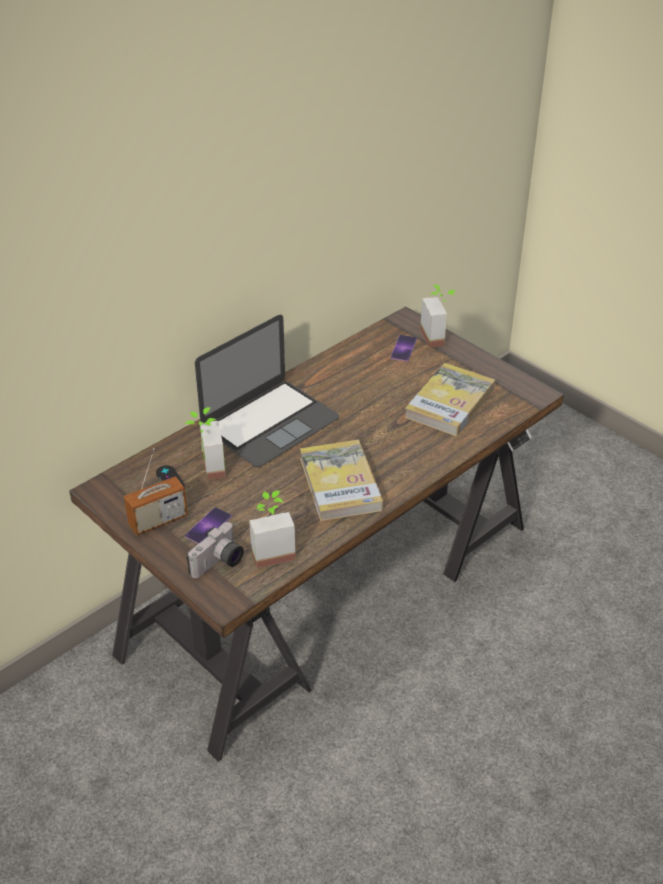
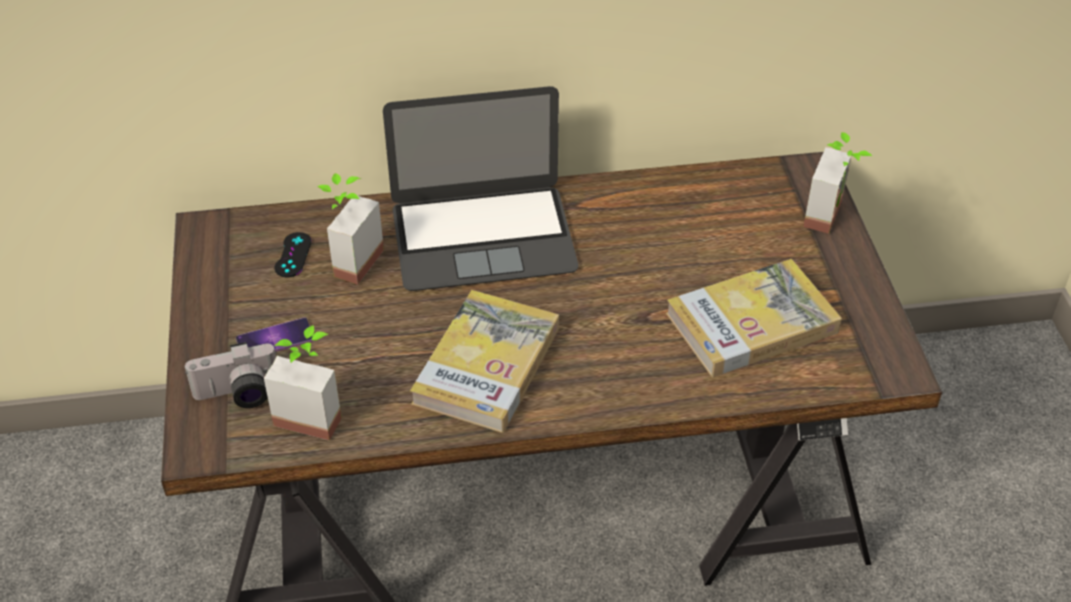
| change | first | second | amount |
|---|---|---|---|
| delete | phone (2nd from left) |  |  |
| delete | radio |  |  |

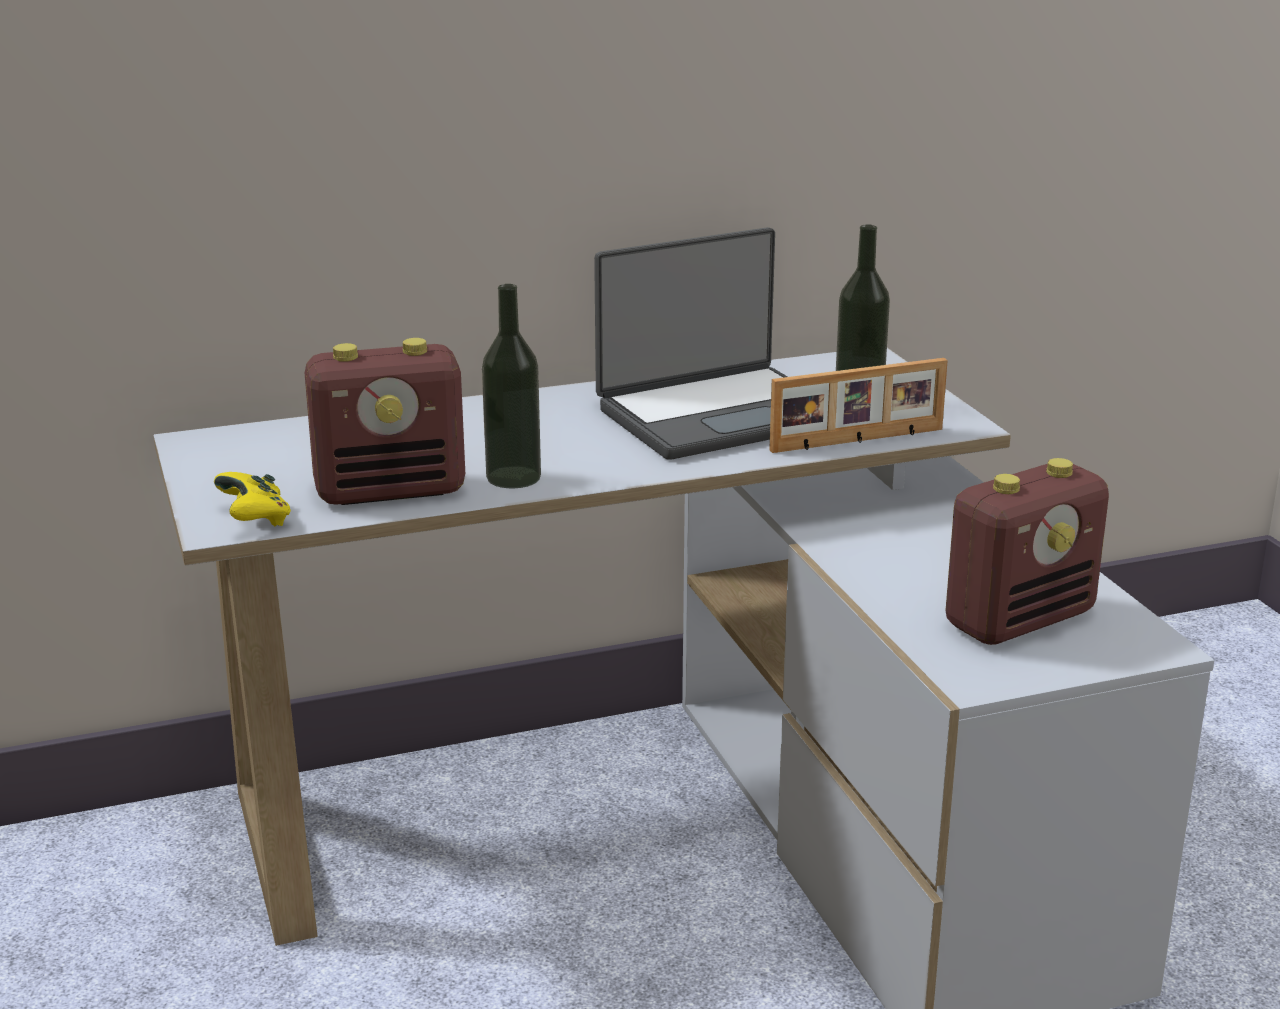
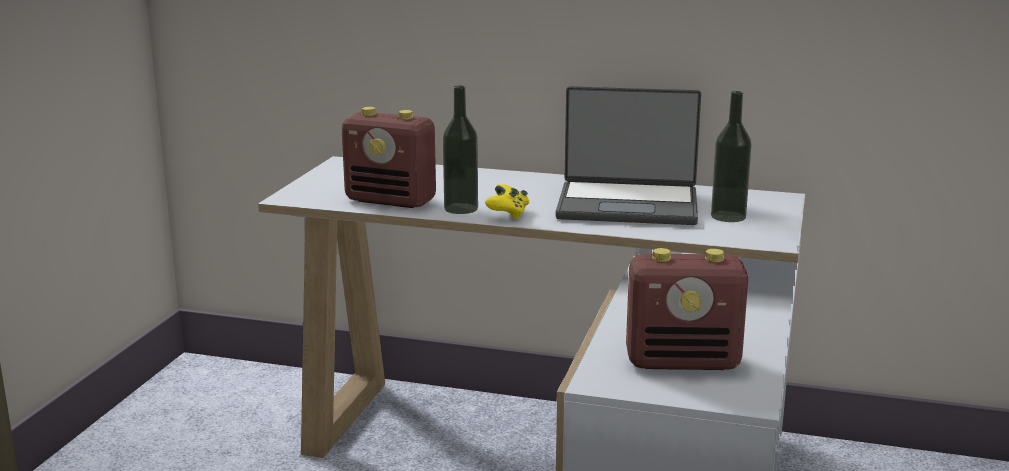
| change | first | second | amount |
|---|---|---|---|
| delete | picture frame |  |  |
| move | game controller (yellow) |  |  |

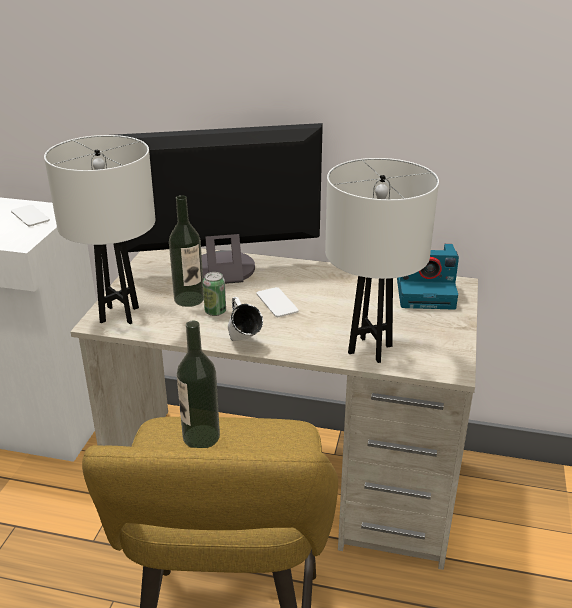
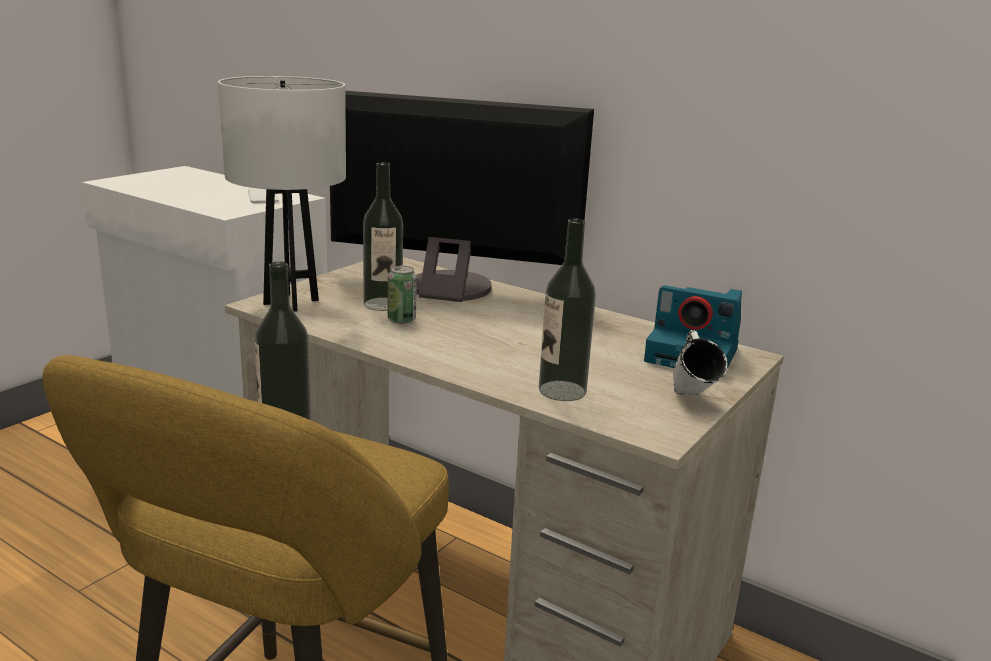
| change | first | second | amount |
|---|---|---|---|
| replace | table lamp (white) (2nd from left) | bottle (3rd from left) |  |
| delete | phone (2nd from left) |  |  |
| move | mug (white) |  |  |

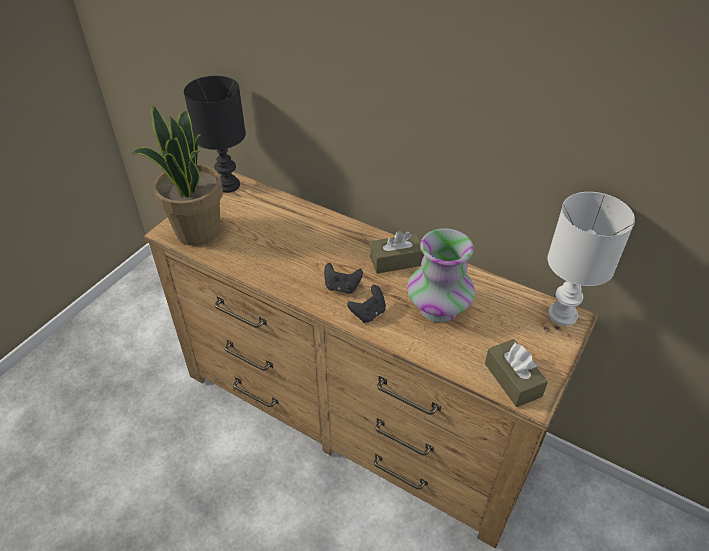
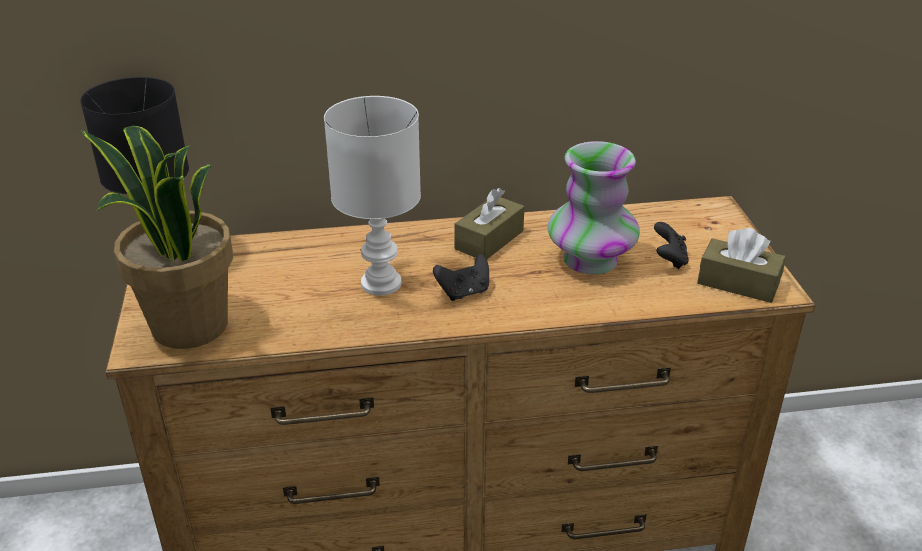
| change | first | second | amount |
|---|---|---|---|
| move | table lamp (white) |  |  |
| move | game controller (black) (2nd from left) |  |  |

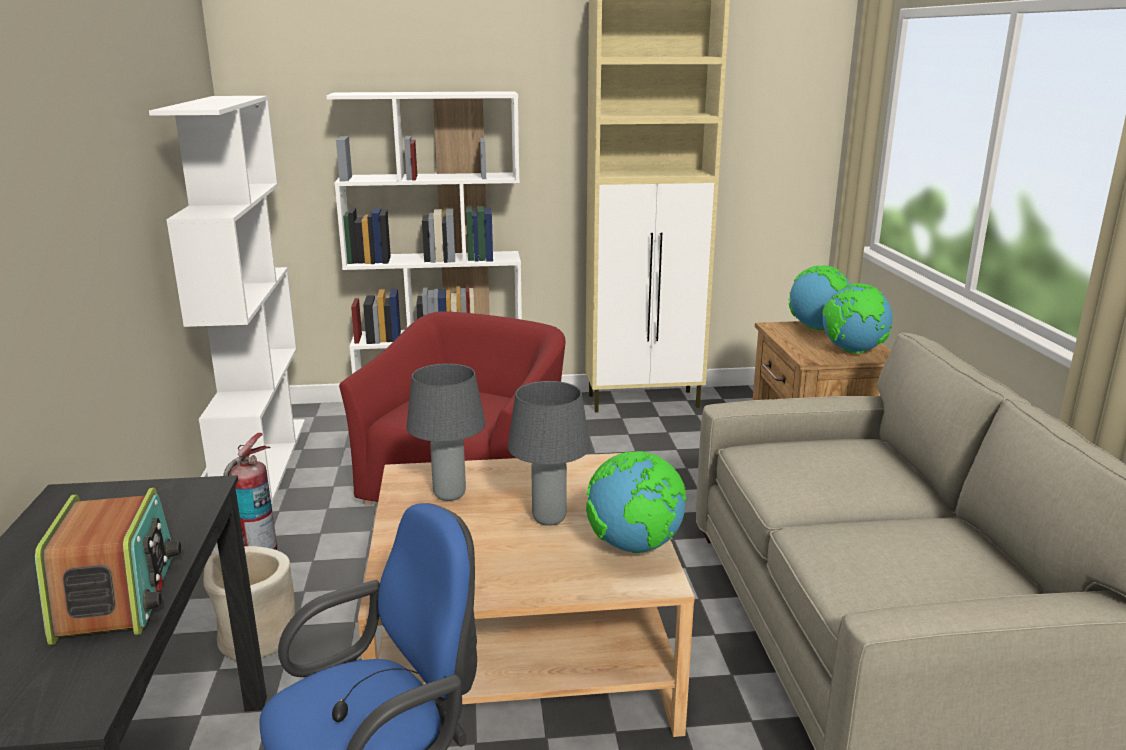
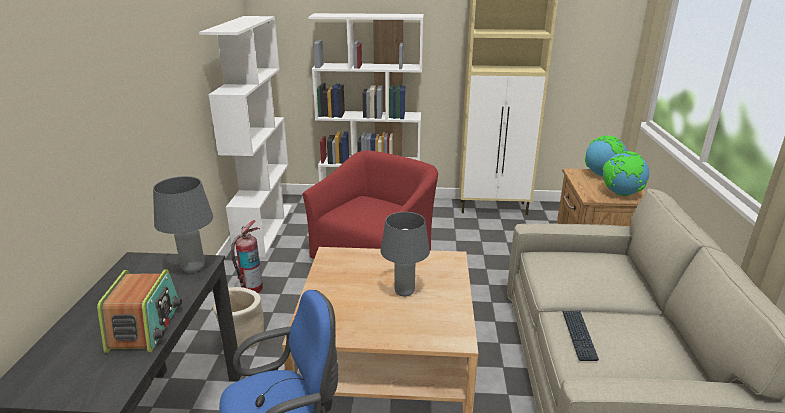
| change | first | second | amount |
|---|---|---|---|
| move | table lamp (grey) (1st from left) |  |  |
| delete | globe (1st from left) |  |  |
| insert |  | keyboard |  |

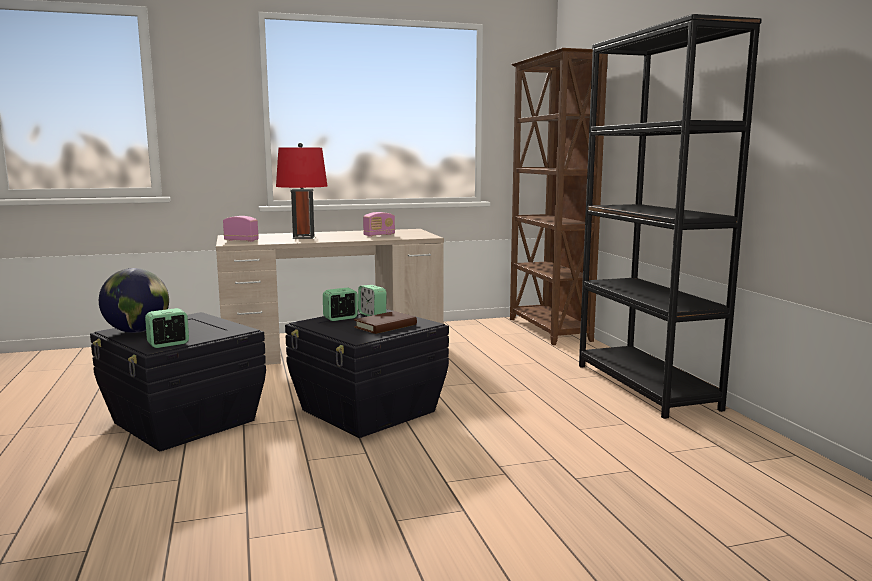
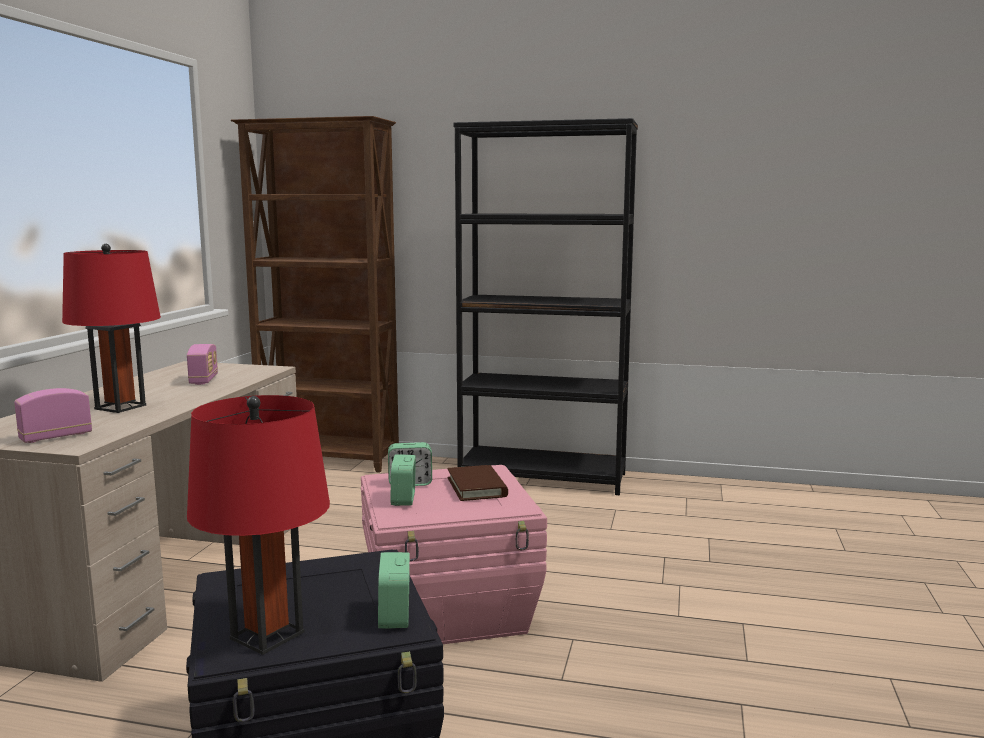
| change | first | second | amount |
|---|---|---|---|
| replace | globe | table lamp (red) (2nd from left) |  |
| recolor | storage box (black) (2nd from left) | storage box (pink) |  |

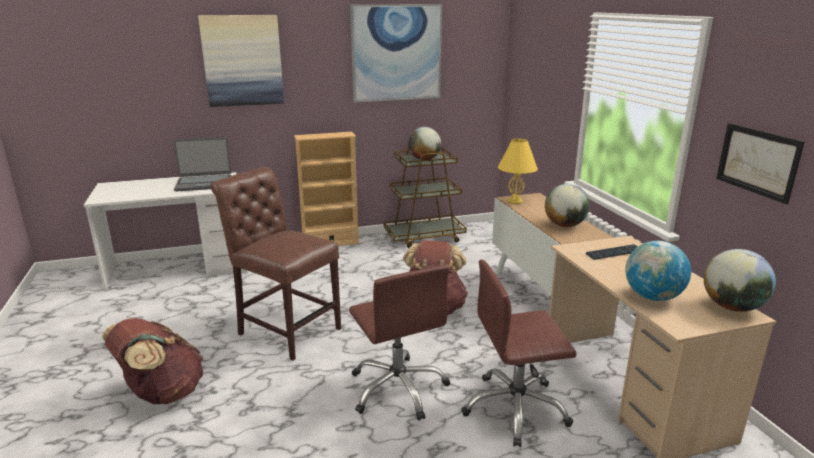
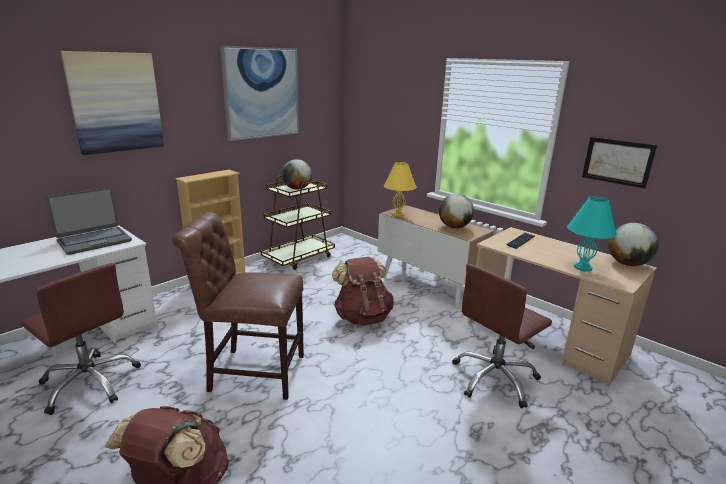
| change | first | second | amount |
|---|---|---|---|
| replace | globe (3rd from left) | table lamp (turquoise) |  |
| move | office chair (brown) (1st from left) |  |  |

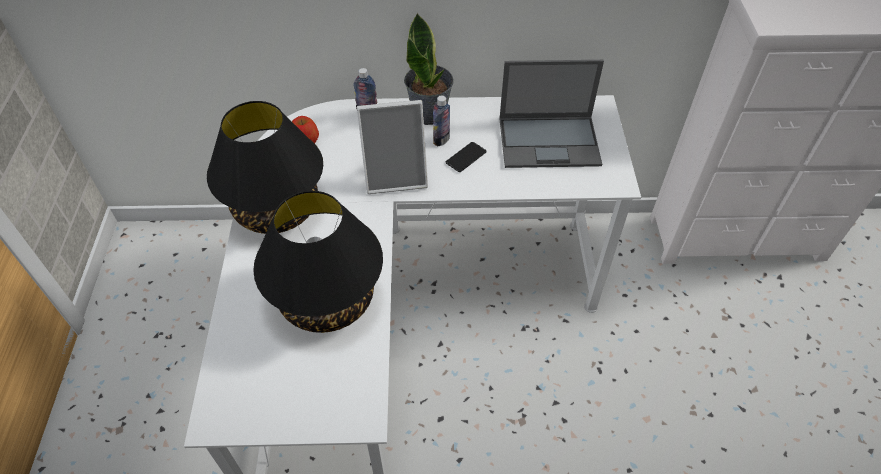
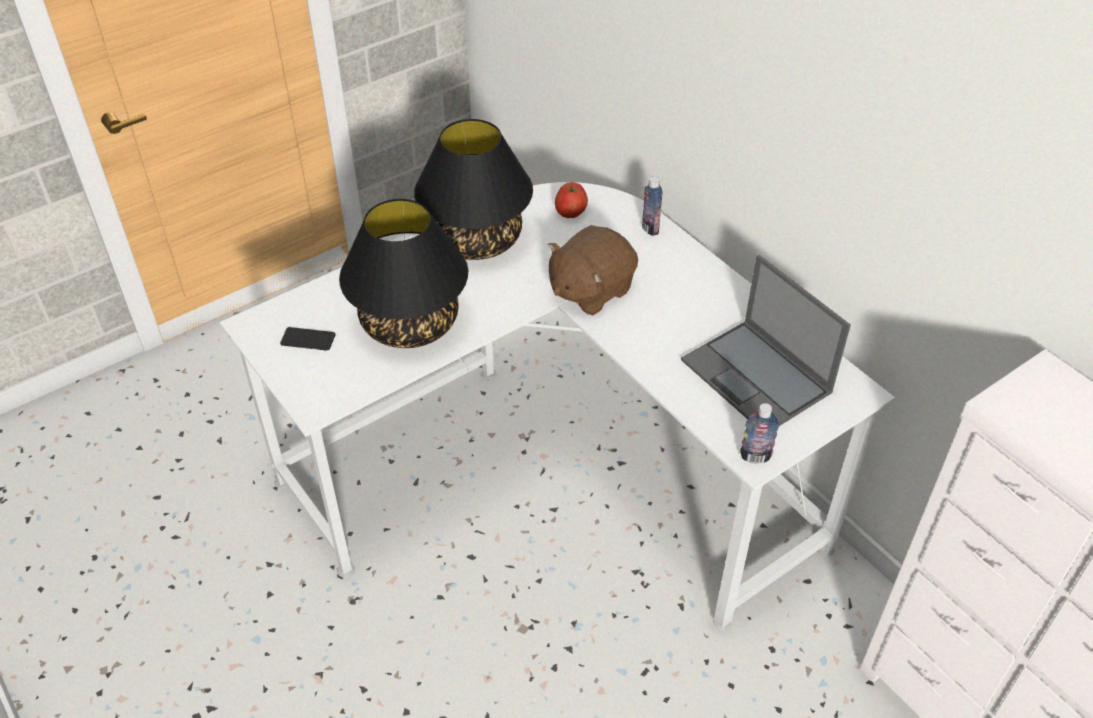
| change | first | second | amount |
|---|---|---|---|
| delete | potted plant |  |  |
| move | bottle (2nd from left) |  |  |
| replace | picture frame | plush toy (brown) |  |
| move | phone |  |  |

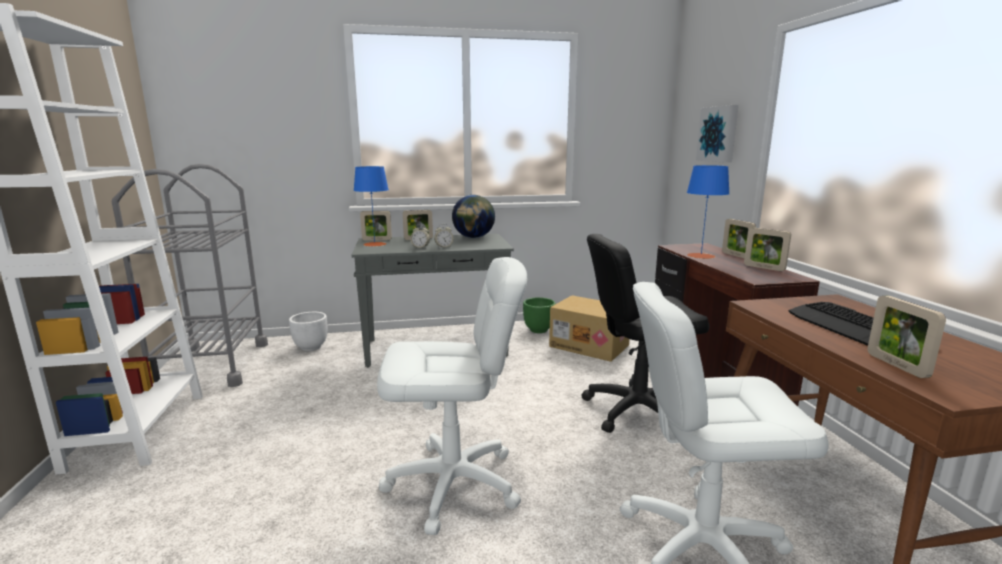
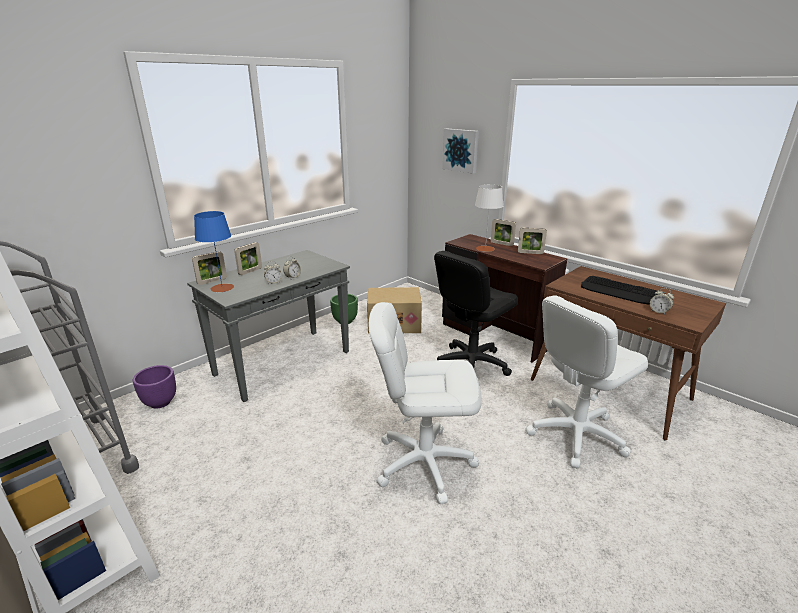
| change | first | second | amount |
|---|---|---|---|
| recolor | table lamp (blue) (2nd from left) | table lamp (white) |  |
| delete | globe |  |  |
| rotate | office chair (white) (1st from left) |  | 135 degrees counterclockwise |
| replace | picture frame (5th from left) | alarm clock (3rd from left) |  |
| recolor | planter (white) | planter (purple) |  |

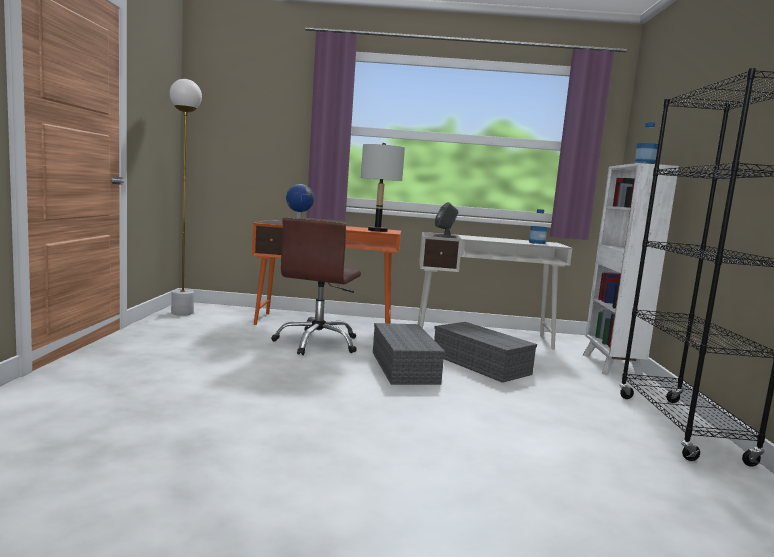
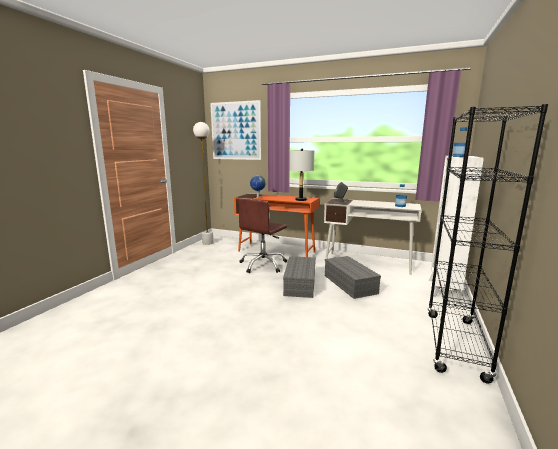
| change | first | second | amount |
|---|---|---|---|
| insert |  | picture |  |

